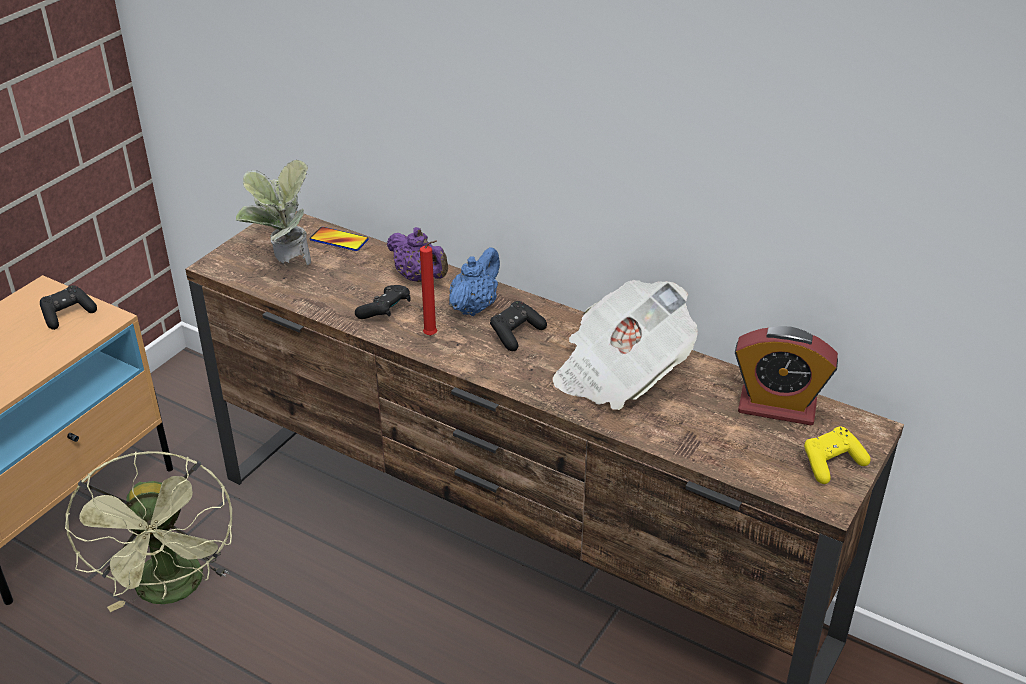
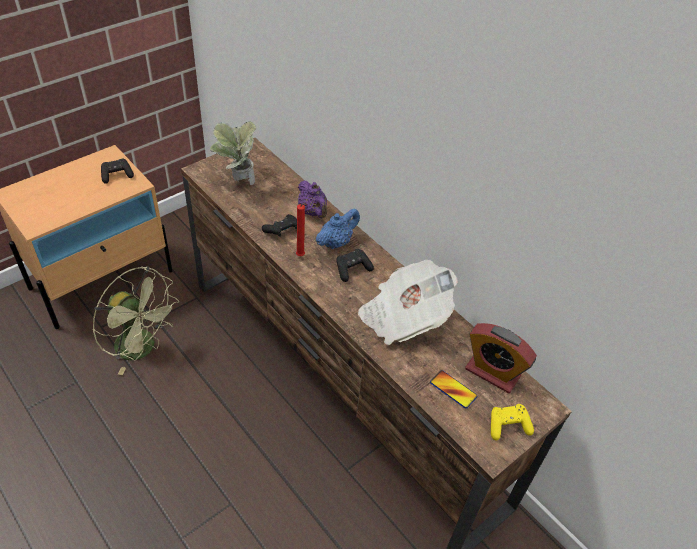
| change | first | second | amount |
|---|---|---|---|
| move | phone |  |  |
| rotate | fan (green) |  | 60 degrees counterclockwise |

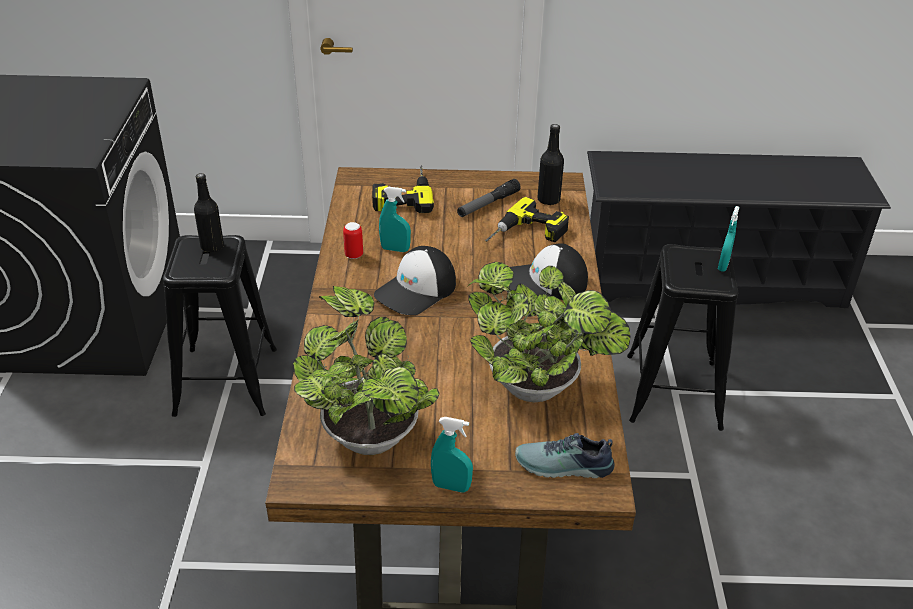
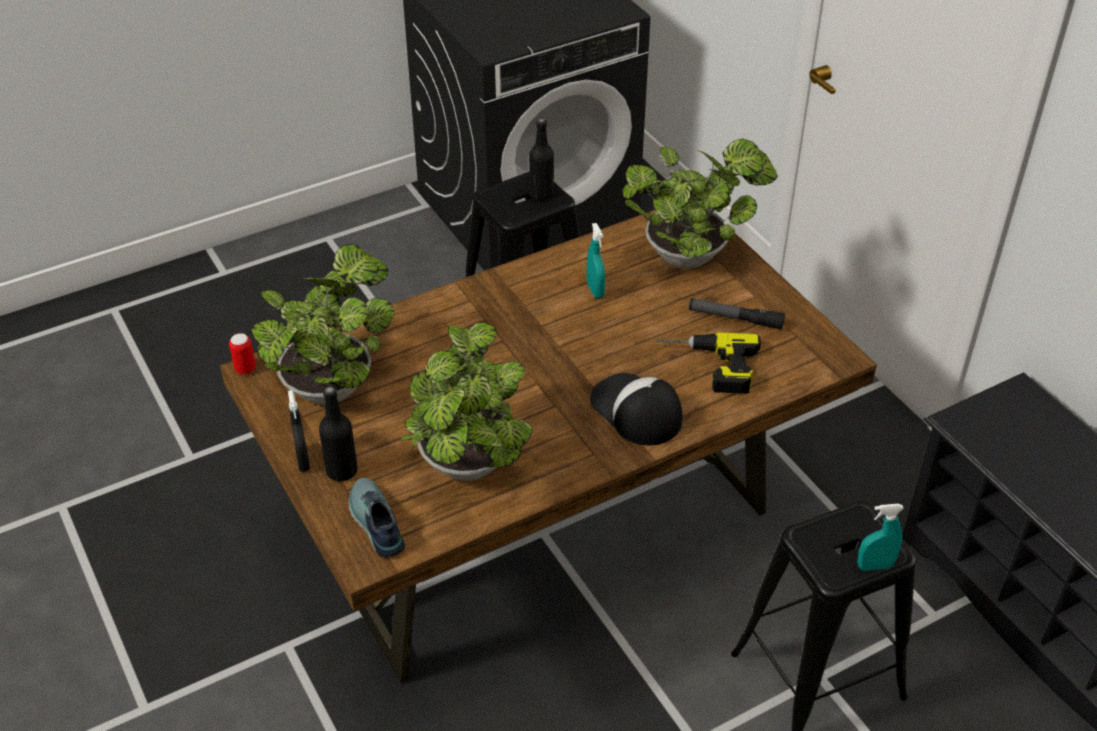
| change | first | second | amount |
|---|---|---|---|
| move | bottle (black) (2nd from left in the first image) | bottle (black) (1st from left) |  |
| replace | power drill (1st from left) | potted plant (3rd from left) |  |
| move | can |  |  |
| delete | cap (1st from left) |  |  |
| recolor | spray bottle (turquoise) (2nd from left) | spray bottle (black) |  |

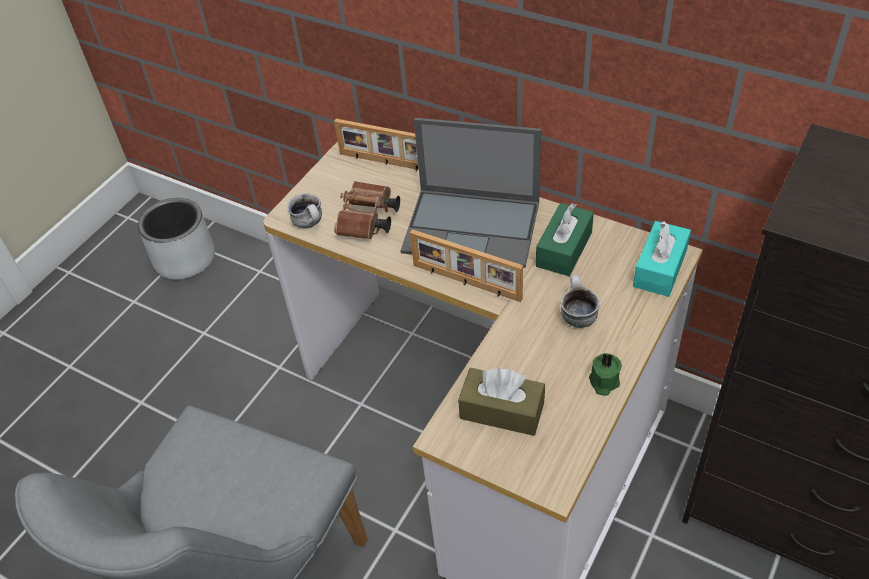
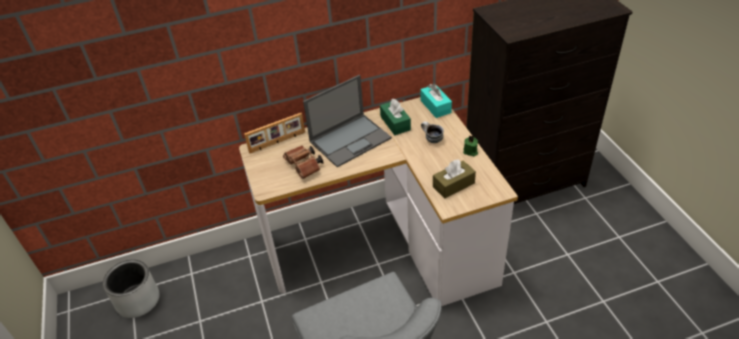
| change | first | second | amount |
|---|---|---|---|
| delete | mug (1st from left) |  |  |
| delete | picture frame (2nd from left) |  |  |

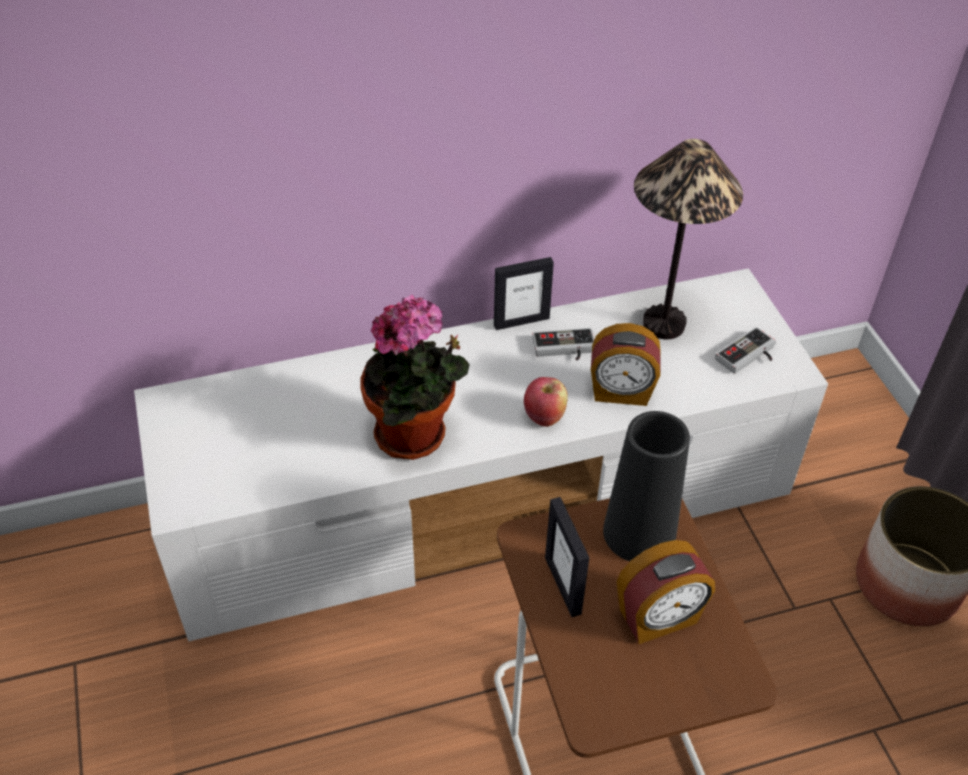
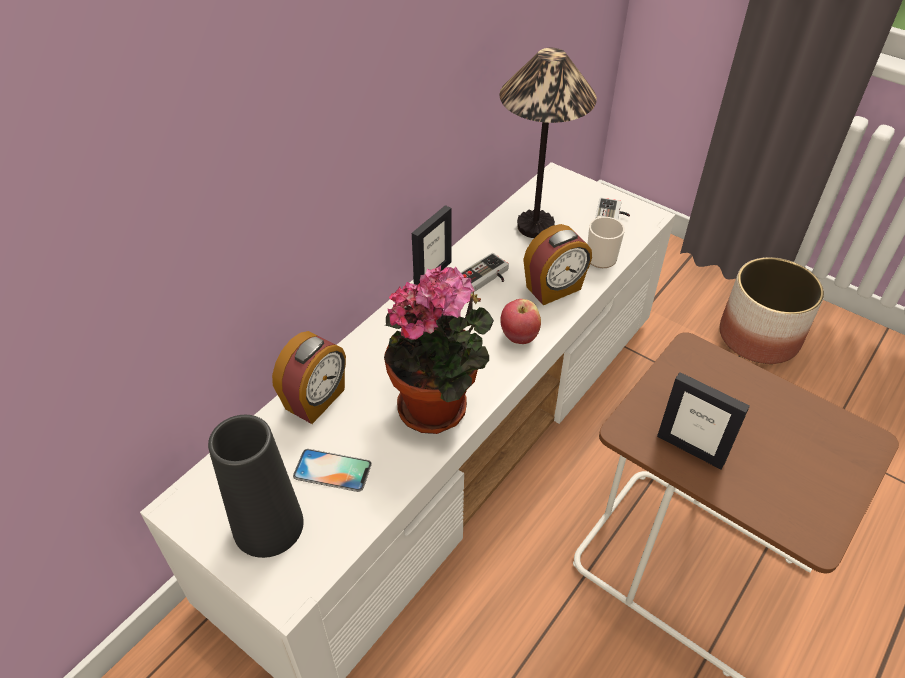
| change | first | second | amount |
|---|---|---|---|
| move | vase (black) |  |  |
| move | alarm clock (2nd from left in the first image) | alarm clock (1st from left) |  |
| insert |  | mug |  |
| insert |  | phone |  |

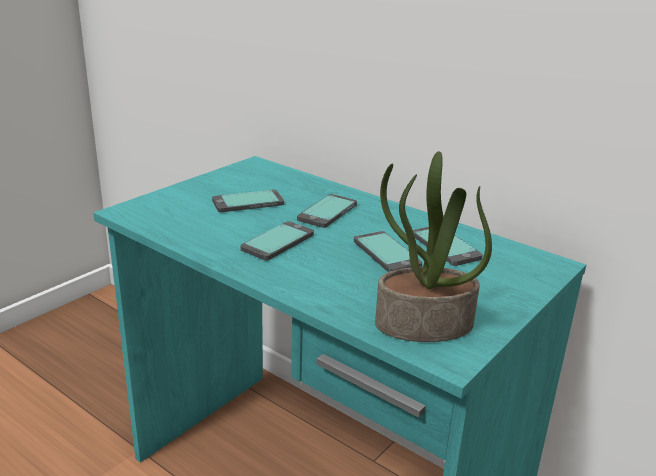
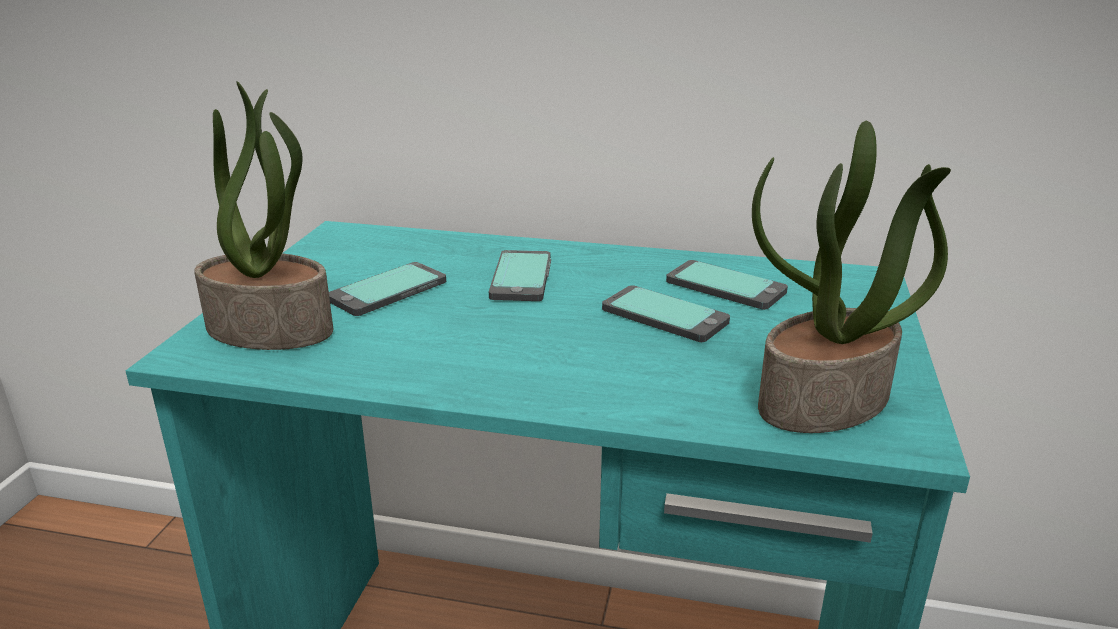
| change | first | second | amount |
|---|---|---|---|
| delete | phone (2nd from left) |  |  |
| insert |  | potted plant (1st from left) |  |

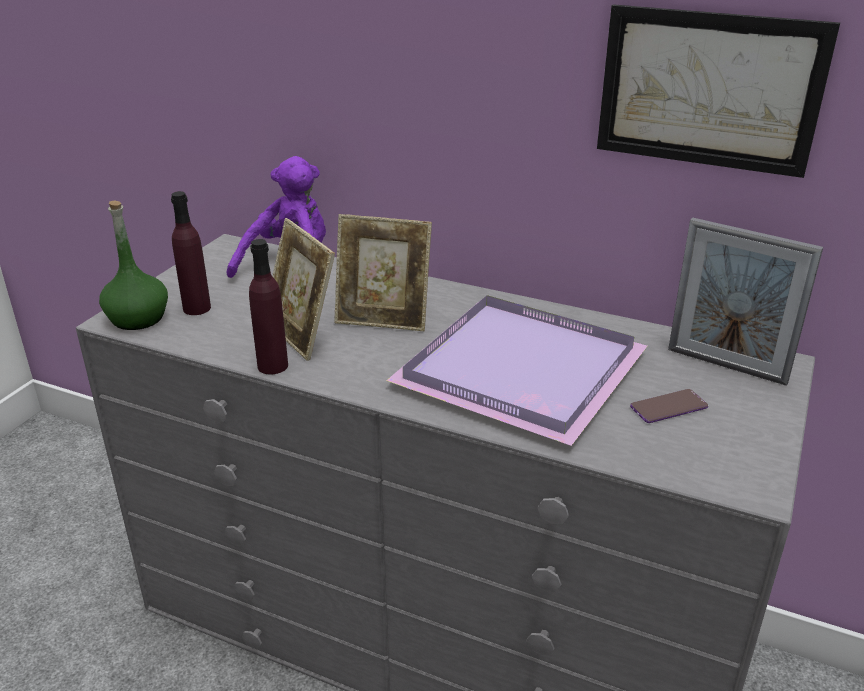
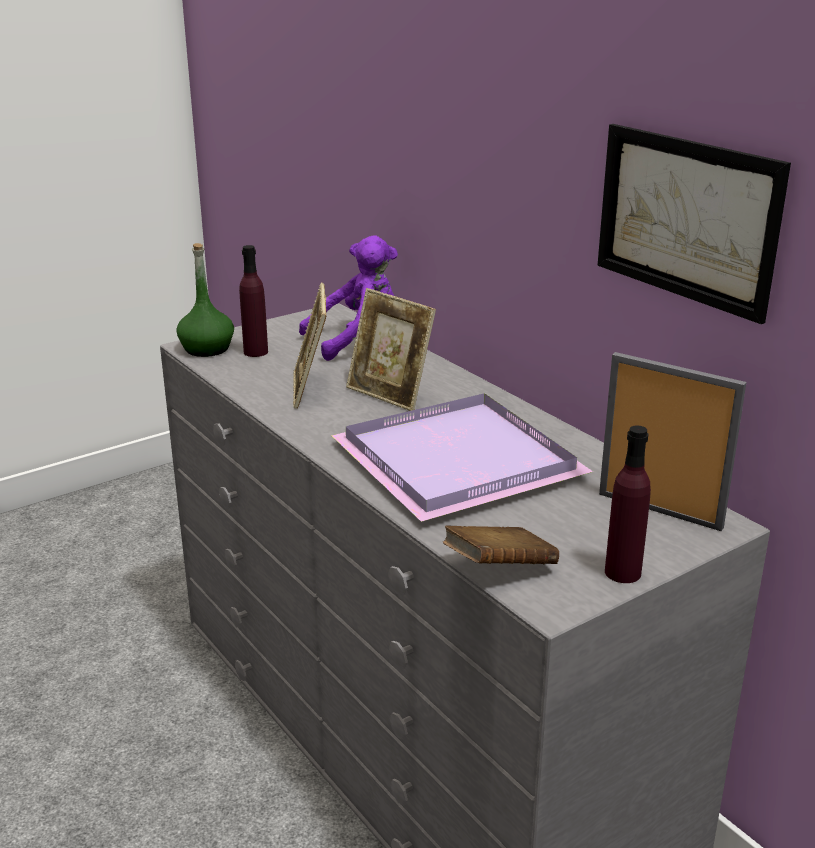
| change | first | second | amount |
|---|---|---|---|
| rotate | picture frame (3rd from left) |  | 150 degrees clockwise |
| move | bottle (purple) (2nd from left) |  |  |
| delete | phone |  |  |
| insert |  | book (brown) |  |

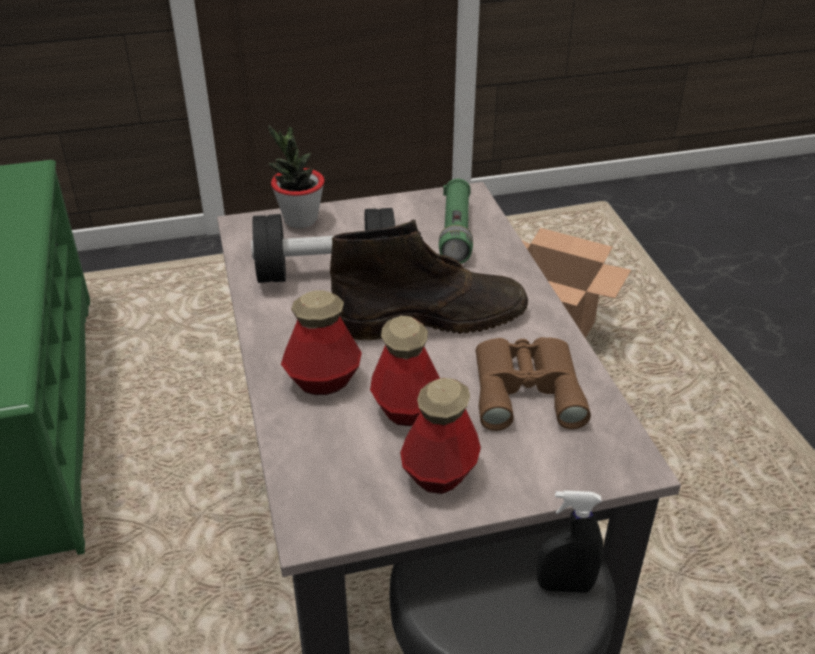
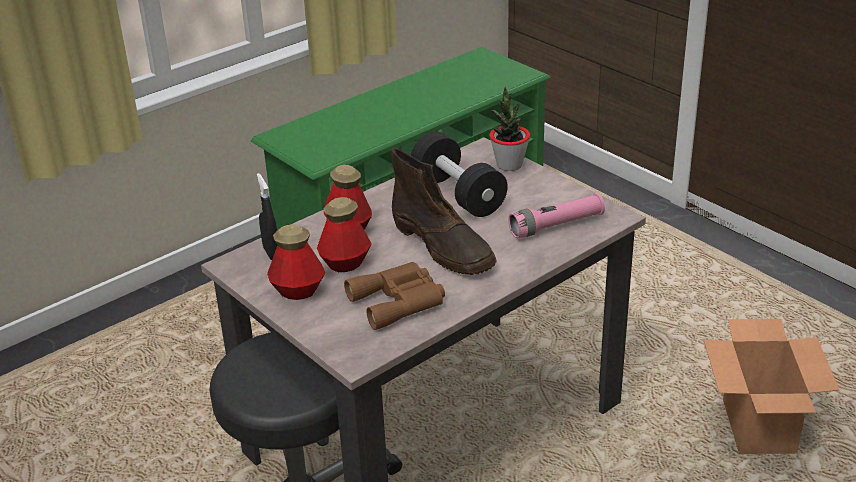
| change | first | second | amount |
|---|---|---|---|
| recolor | flashlight (green) | flashlight (pink) |  |
| move | spray bottle (black) |  |  |

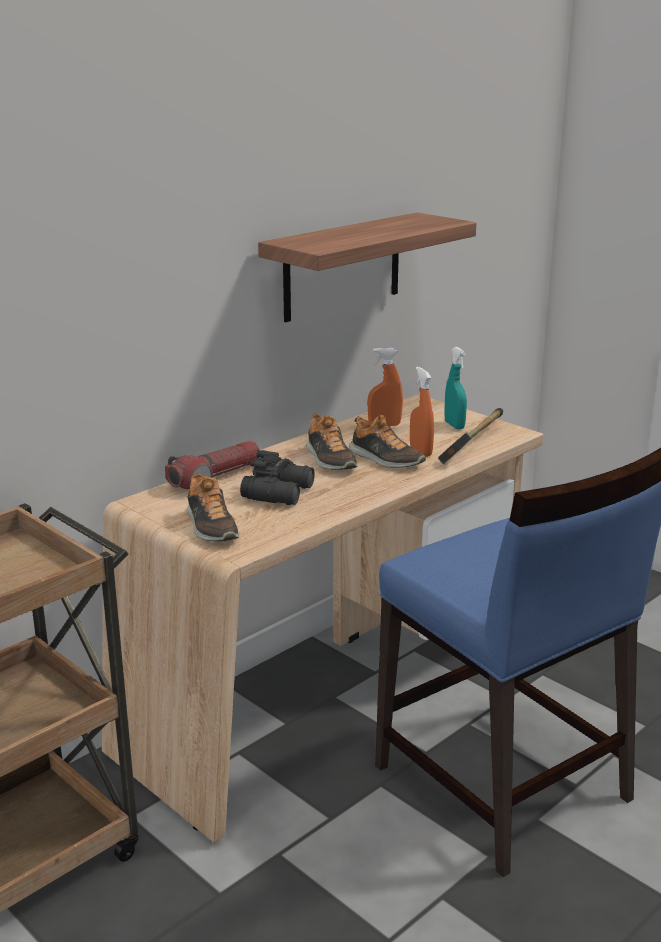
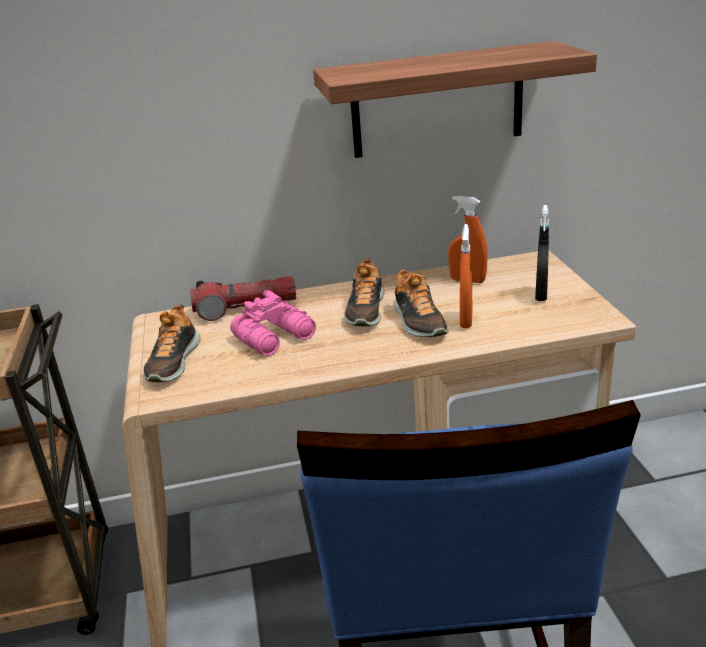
| change | first | second | amount |
|---|---|---|---|
| recolor | spray bottle (turquoise) | spray bottle (black) |  |
| delete | hammer |  |  |
| recolor | binoculars (black) | binoculars (pink) |  |

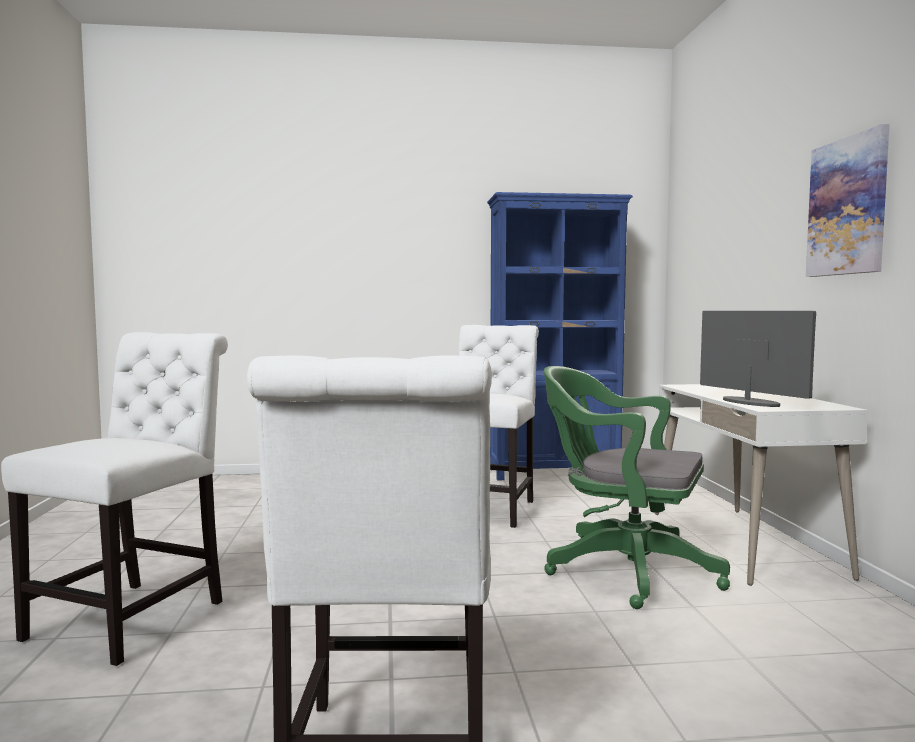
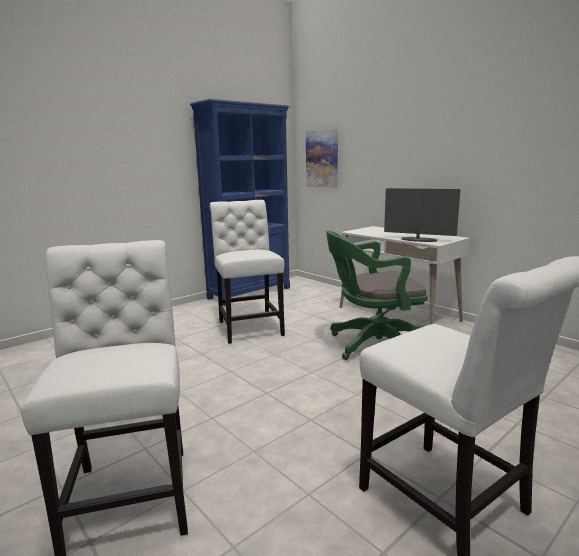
| change | first | second | amount |
|---|---|---|---|
| move | picture |  |  |

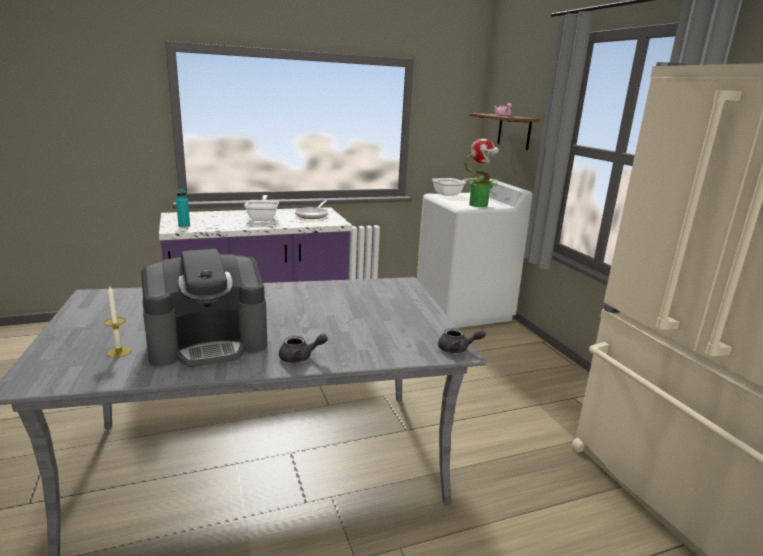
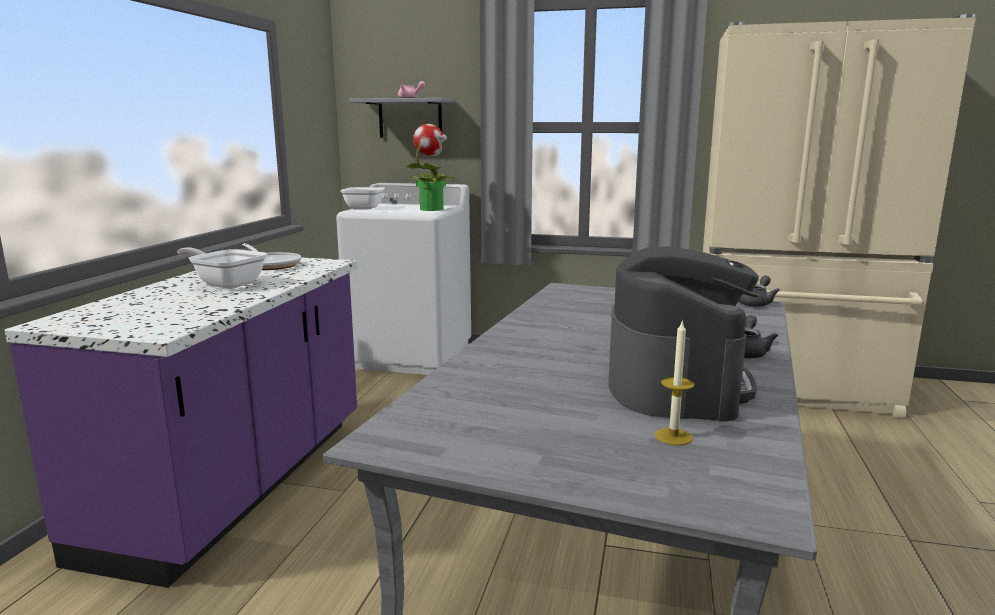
| change | first | second | amount |
|---|---|---|---|
| recolor | shelf (brown) | shelf (grey) |  |
| delete | bottle (turquoise) |  |  |

